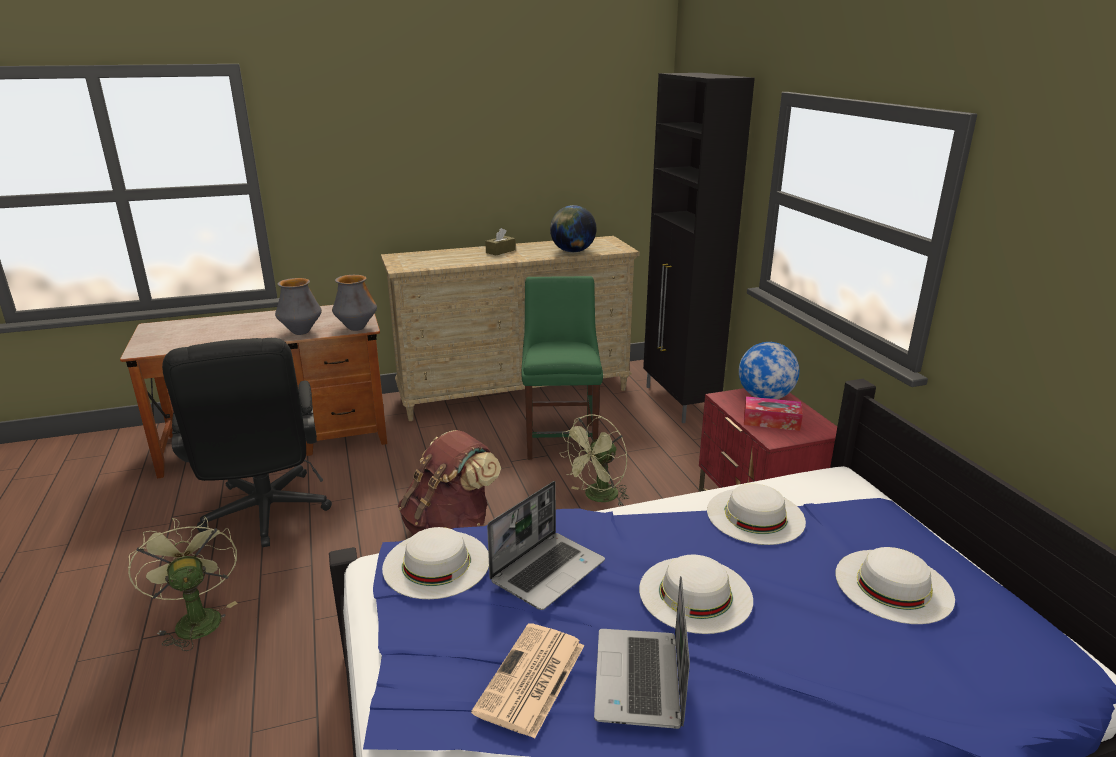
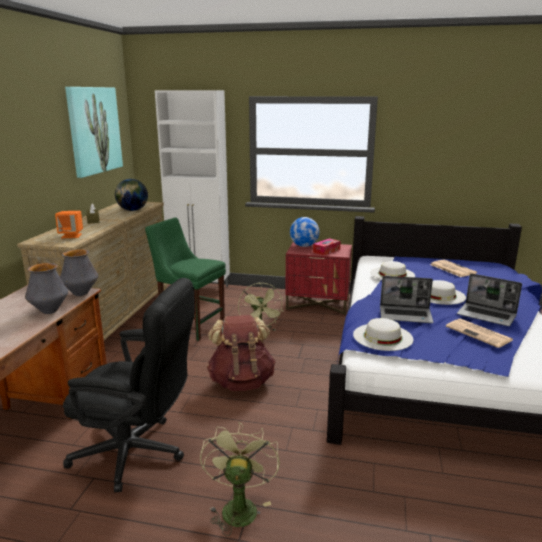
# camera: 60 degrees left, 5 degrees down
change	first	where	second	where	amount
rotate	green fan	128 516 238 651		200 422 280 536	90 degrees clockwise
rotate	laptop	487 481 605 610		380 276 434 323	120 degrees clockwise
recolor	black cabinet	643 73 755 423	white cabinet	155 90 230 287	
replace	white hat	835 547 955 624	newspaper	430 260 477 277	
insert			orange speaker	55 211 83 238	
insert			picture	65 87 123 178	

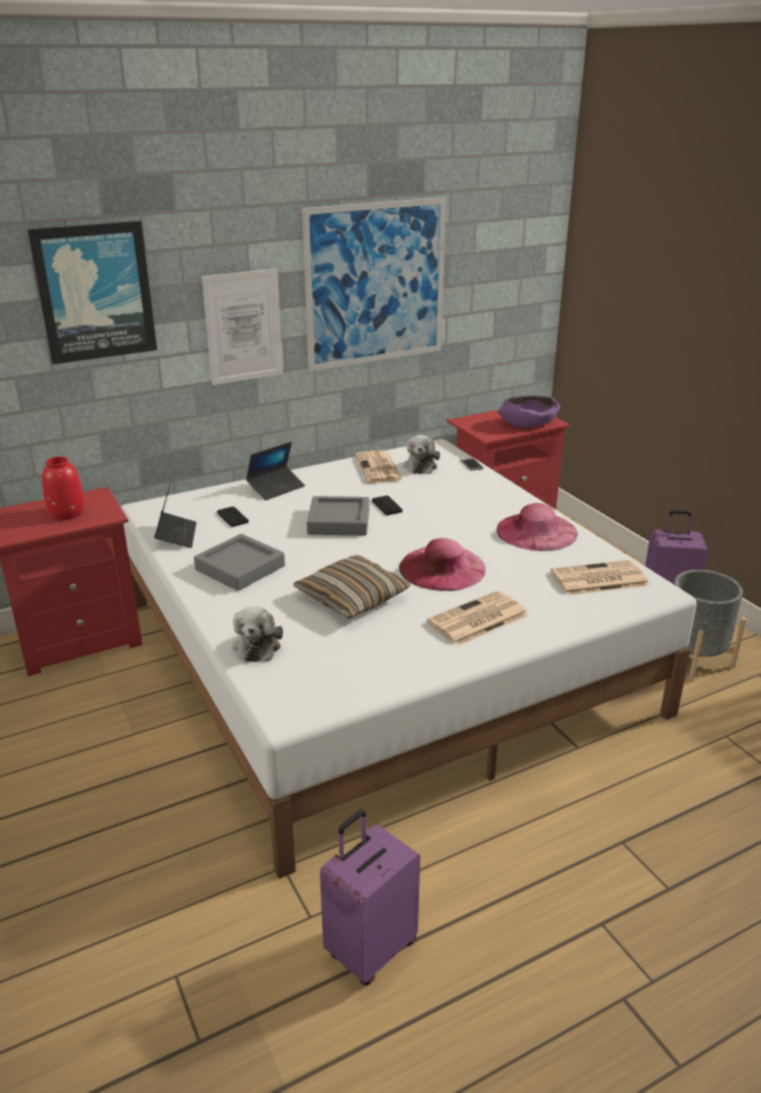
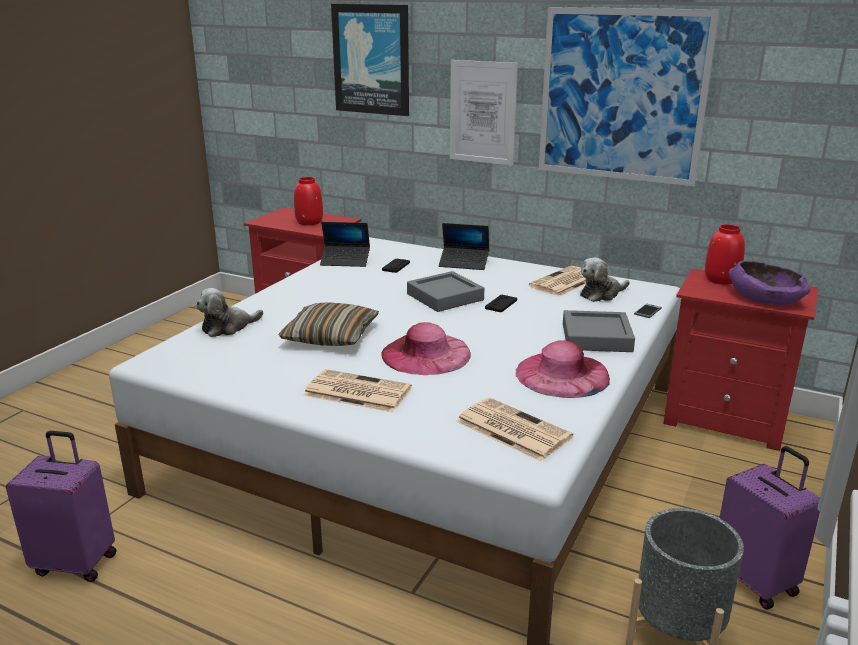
# camera: 55 degrees right, 5 degrees down
change	first	where	second	where	amount
rotate	laptop	154 482 197 548		320 222 370 267	45 degrees clockwise
move	grey tray	194 534 285 591		563 310 635 352	
insert			red vase	705 224 745 285	

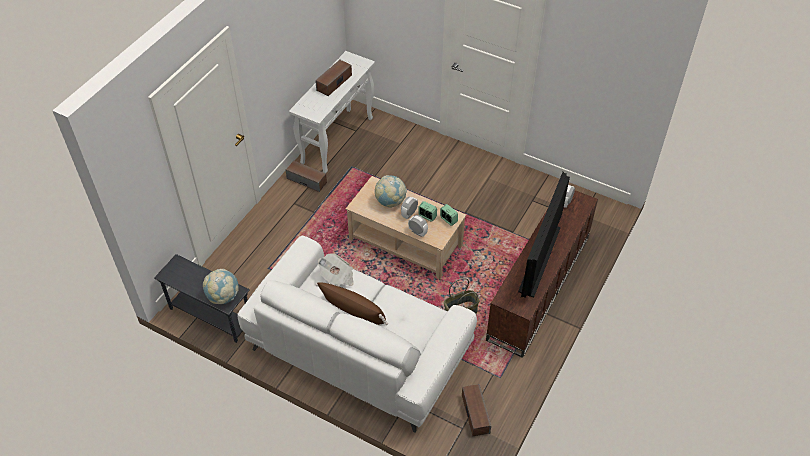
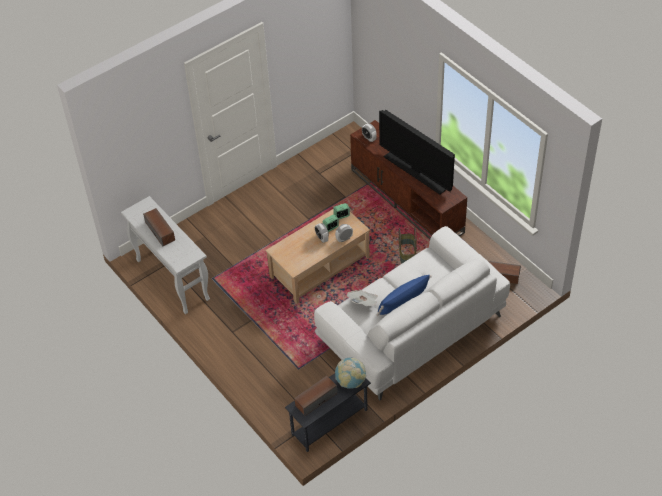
# camera: 65 degrees left, 0 degrees up
change	first	where	second	where	amount
move	speaker	285 161 327 192		295 376 338 417	
recolor	brown pillow	315 282 388 325	blue pillow	376 275 432 316	
delete	globe	375 175 407 208			

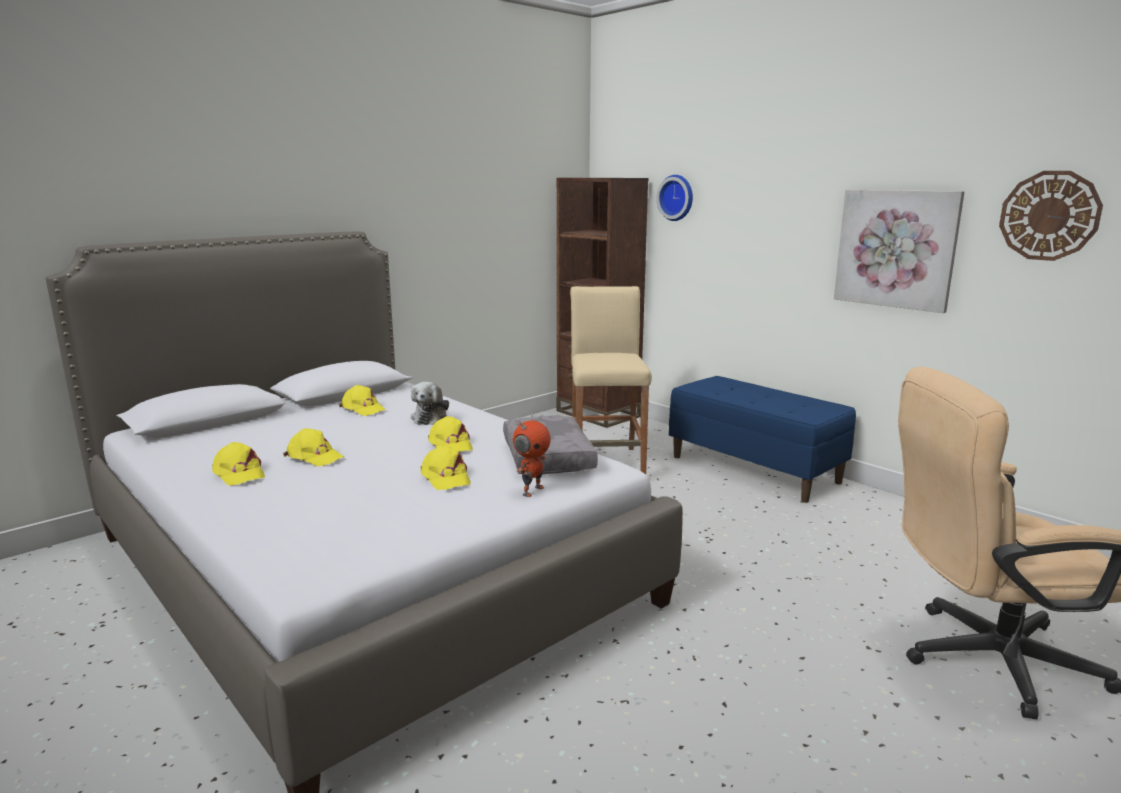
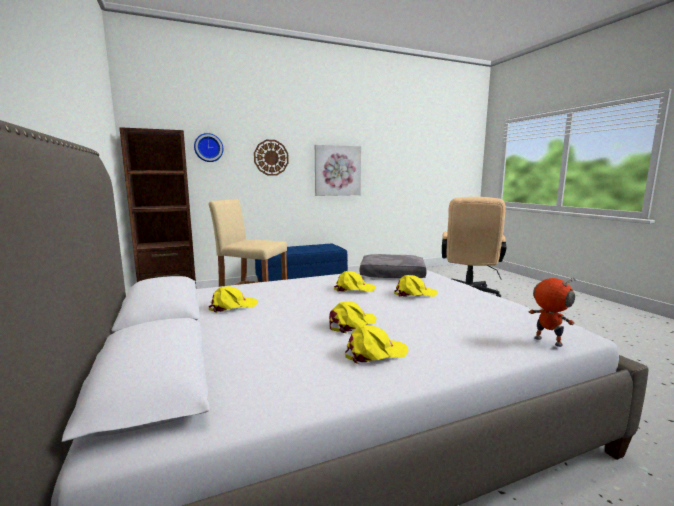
# camera: 70 degrees left, 5 degrees down
change	first	where	second	where	amount
delete	plush toy	411 382 449 425			
move	toy robot	513 420 551 497		529 278 576 347	
move	wall clock	999 171 1103 261		254 140 289 176	

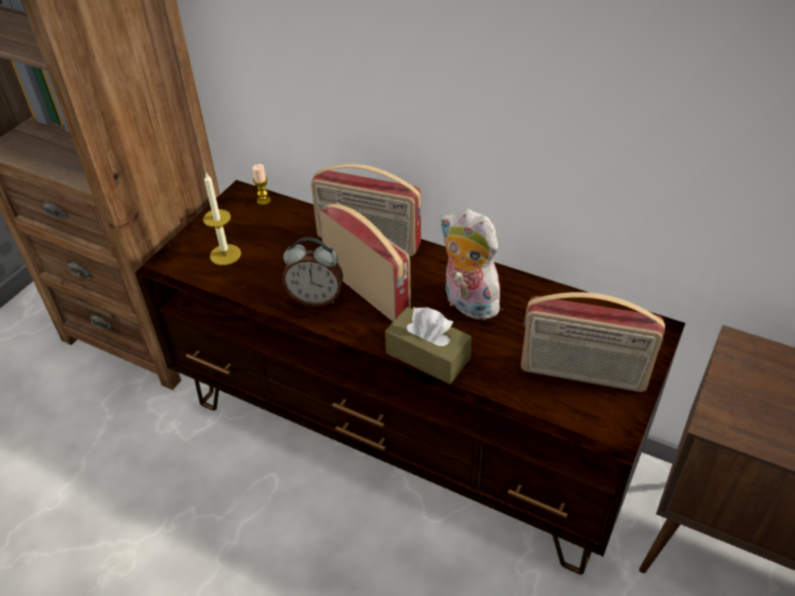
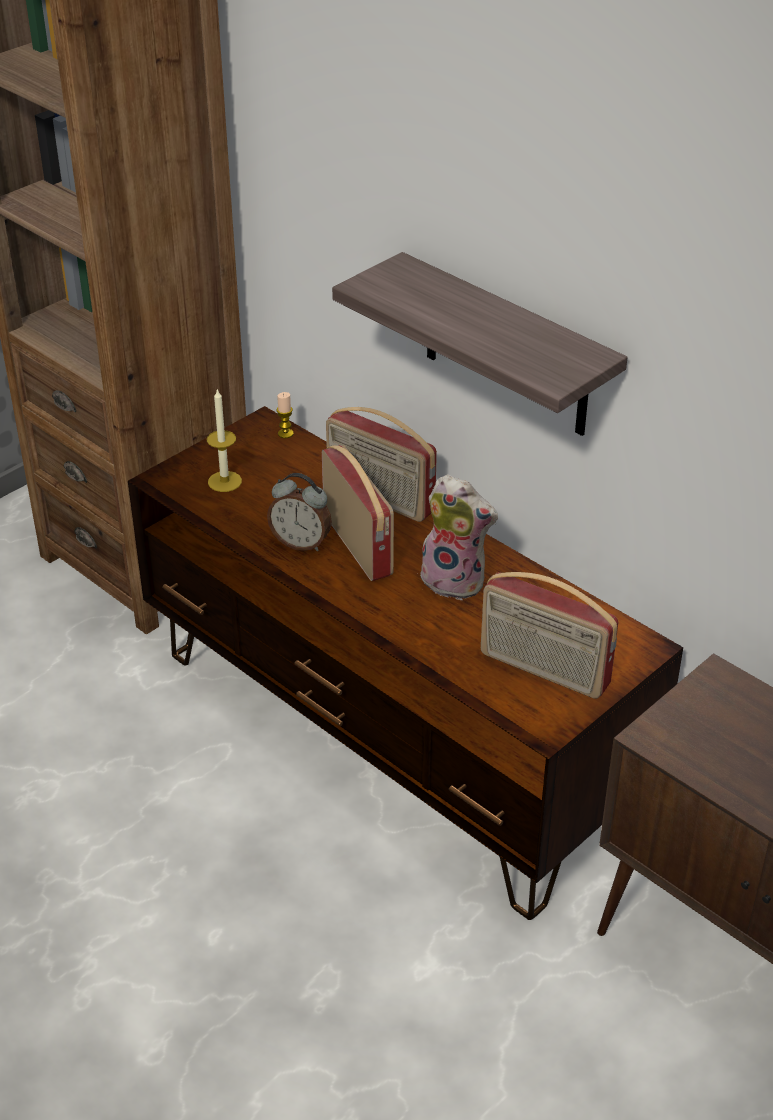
# camera: 15 degrees right, 5 degrees down
change	first	where	second	where	amount
delete	brown tissue box	385 307 472 384			
rotate	plush toy	441 209 507 320		420 474 498 600	150 degrees clockwise
insert			shelf	332 252 628 436	

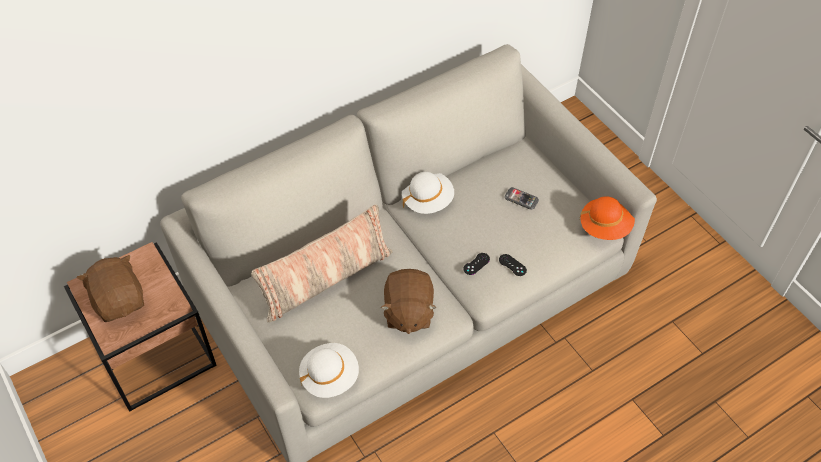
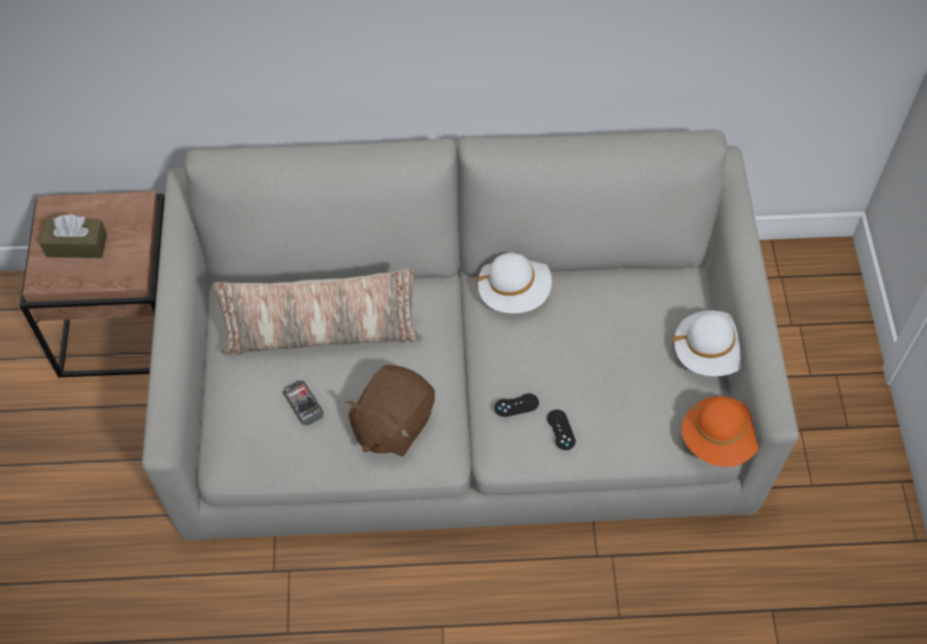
# camera: 30 degrees right, 5 degrees up
change	first	where	second	where	amount
replace	brown plush toy	77 255 144 322	brown tissue box	40 215 107 258	
move	white hat	299 343 359 398		672 311 741 376	
move	phone	505 187 539 210		283 380 324 425	

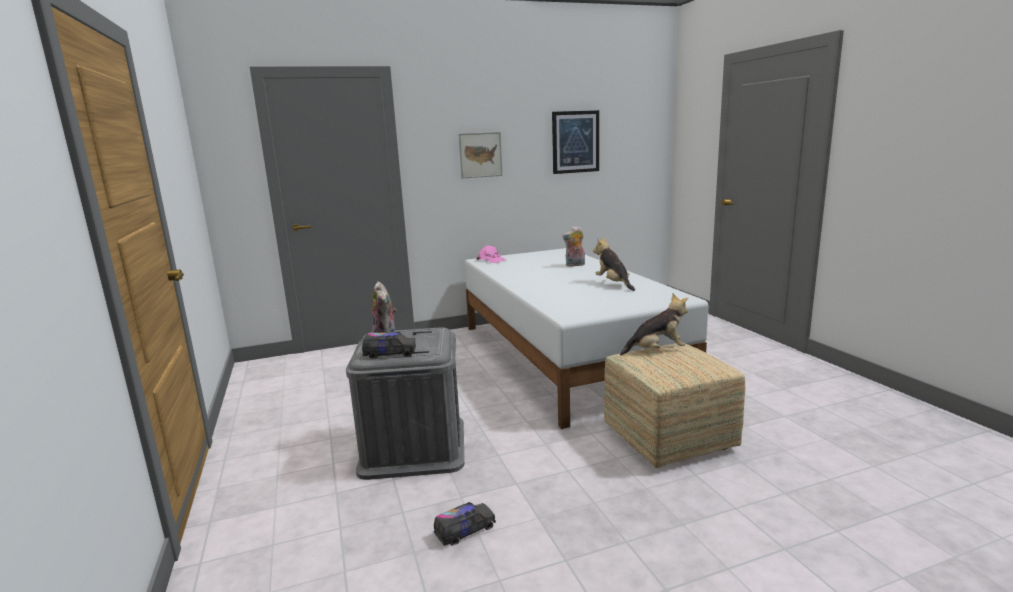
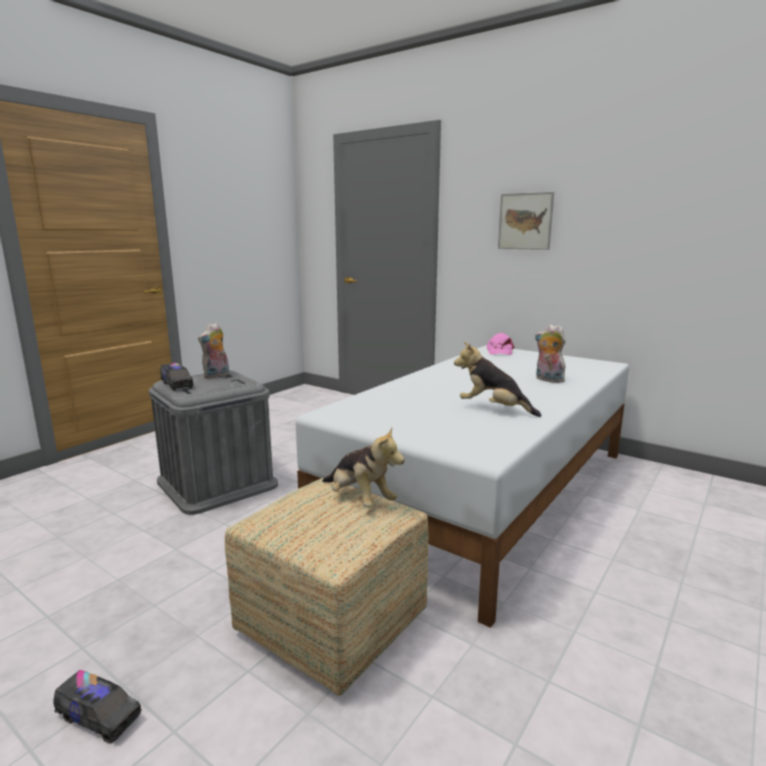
# camera: 55 degrees right, 0 degrees up
change	first	where	second	where	amount
move	toy truck	434 502 496 546		53 670 142 744	
delete	picture	552 110 599 174			
rotate	plush toy	593 237 635 291		454 342 541 417	90 degrees counterclockwise

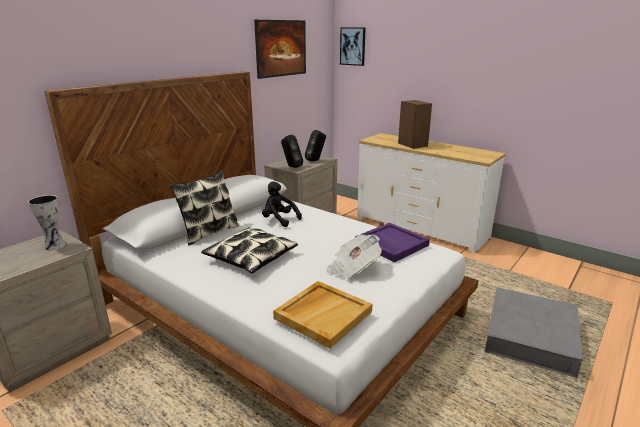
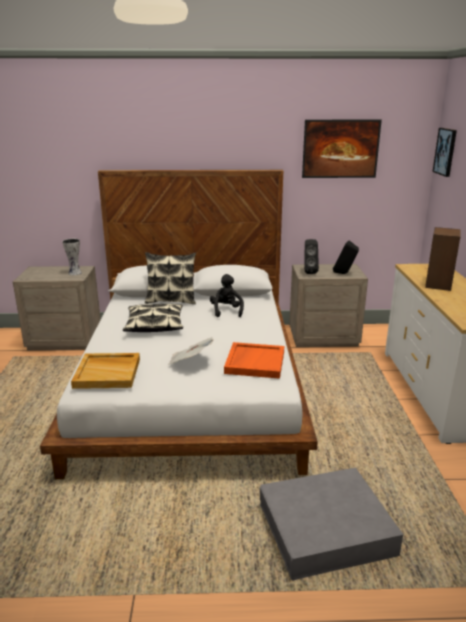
# camera: 50 degrees right, 0 degrees up
change	first	where	second	where	amount
recolor	purple tray	355 223 430 262	orange tray	224 342 284 379	

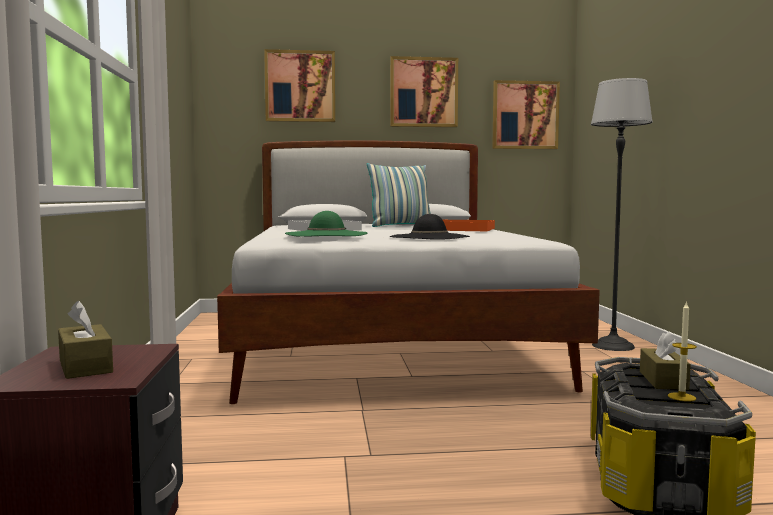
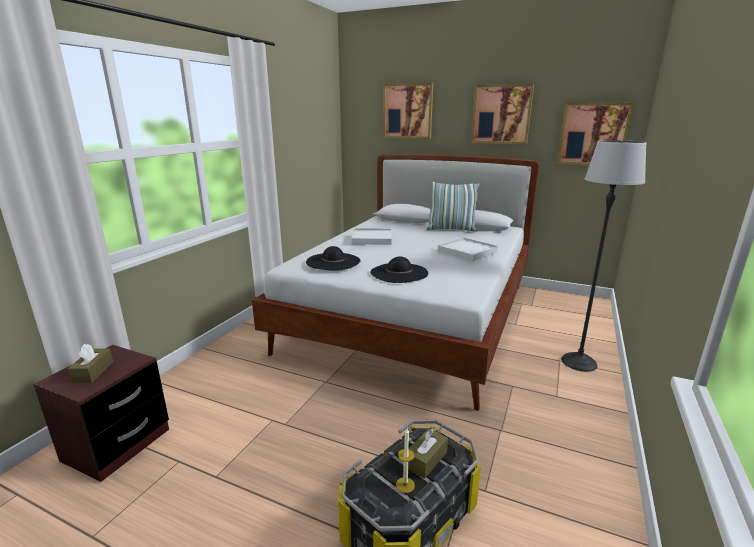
# camera: 30 degrees right, 15 degrees up
change	first	where	second	where	amount
recolor	green hat	285 211 367 237	black hat	306 246 360 271	
recolor	orange tray	443 220 495 231	white tray	438 237 498 261	

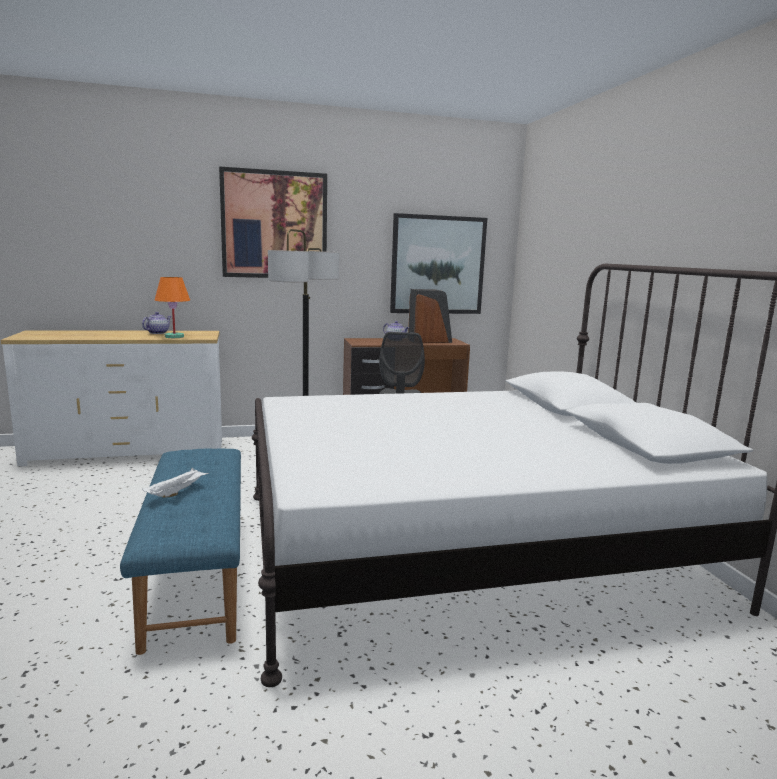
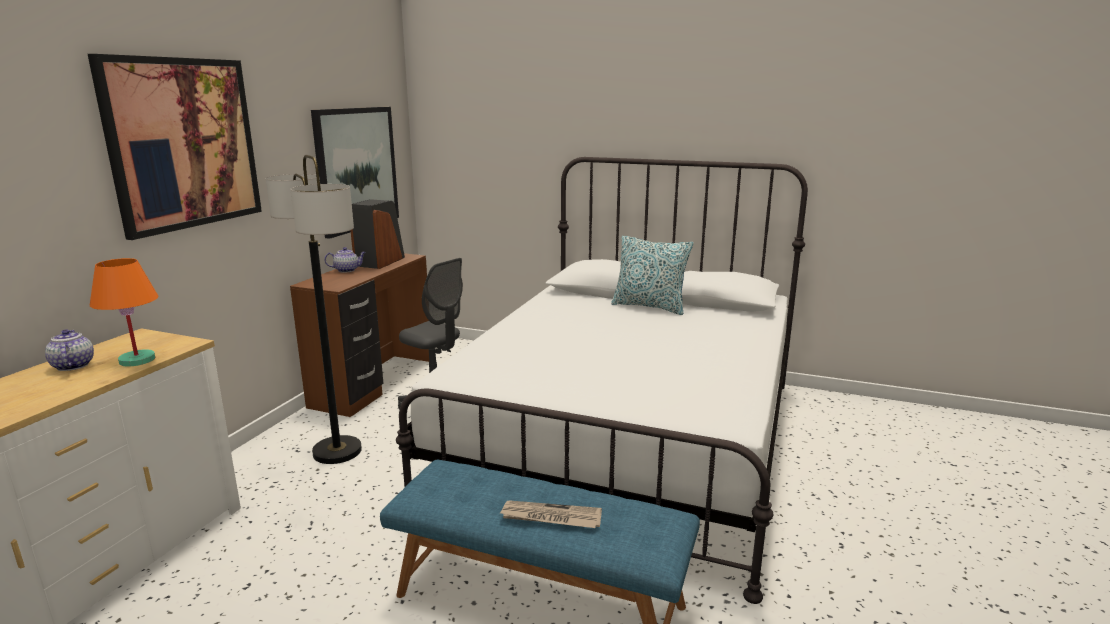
# camera: 55 degrees left, 5 degrees up
change	first	where	second	where	amount
replace	white tray	142 468 209 498	newspaper	500 500 602 528	
insert			pillow	611 236 694 315	

